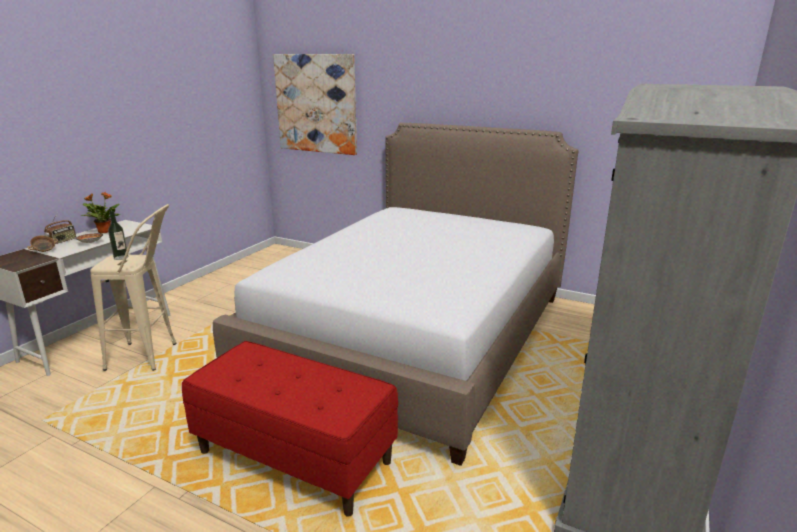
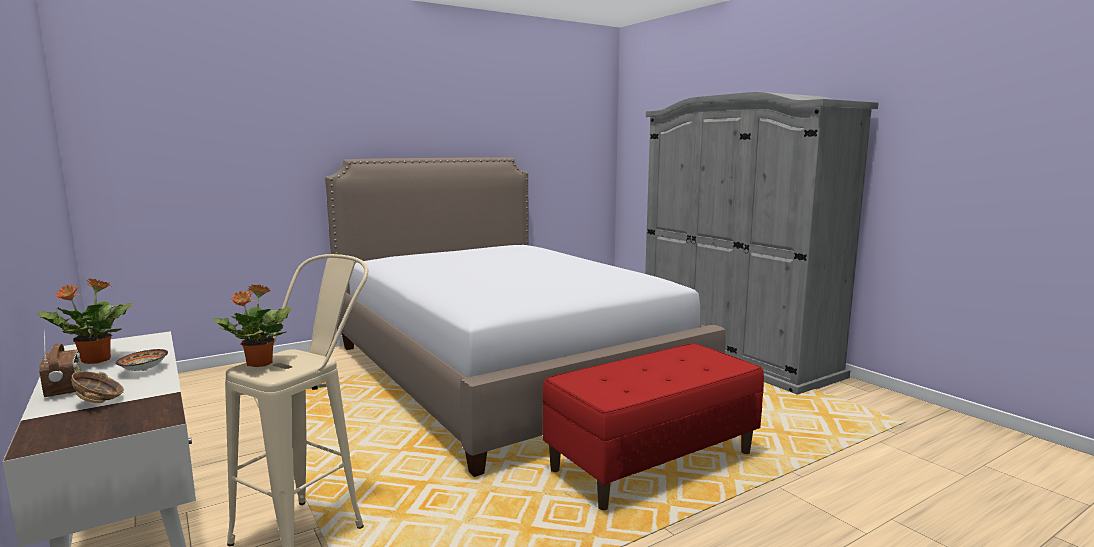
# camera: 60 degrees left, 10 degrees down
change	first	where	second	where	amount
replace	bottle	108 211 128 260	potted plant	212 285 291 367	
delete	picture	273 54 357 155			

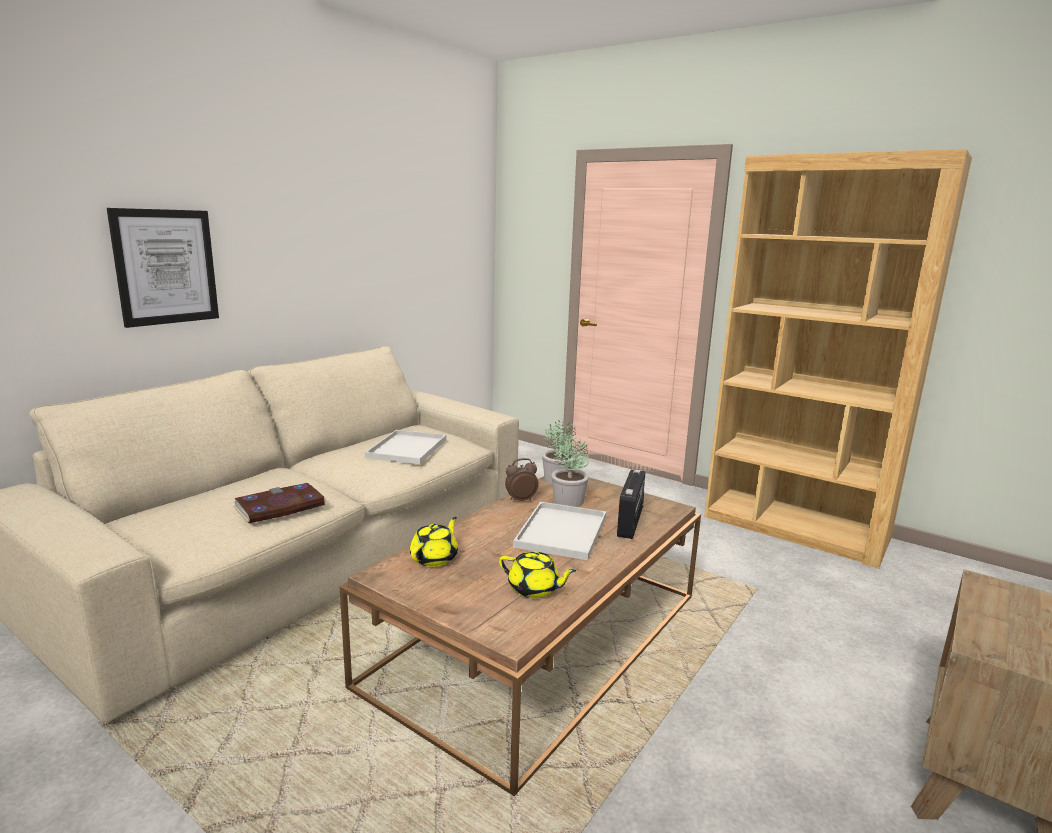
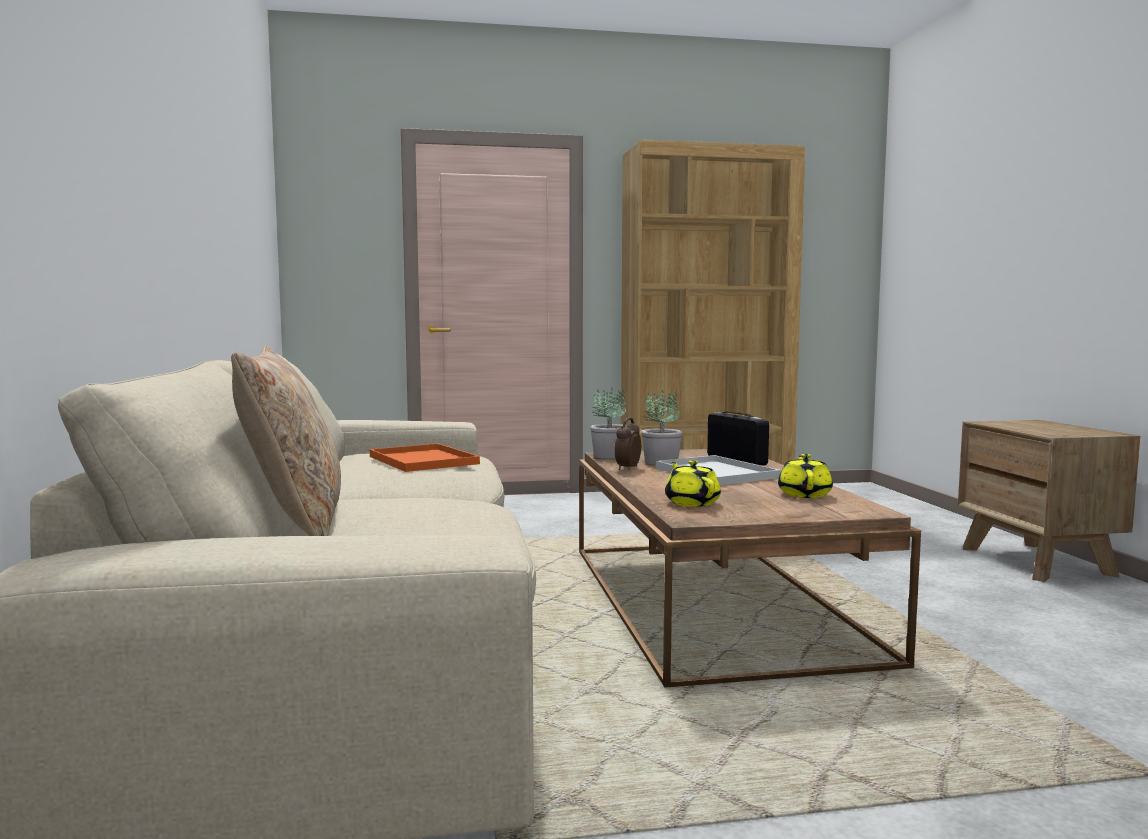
# camera: 45 degrees left, 10 degrees down
change	first	where	second	where	amount
delete	picture	107 208 219 328			
delete	book	233 483 326 523			
recolor	white tray	365 430 446 464	orange tray	370 443 480 472	
rotate	yellow teapot	499 551 576 598		778 454 833 498	60 degrees counterclockwise
insert			beige pillow	231 346 341 536	

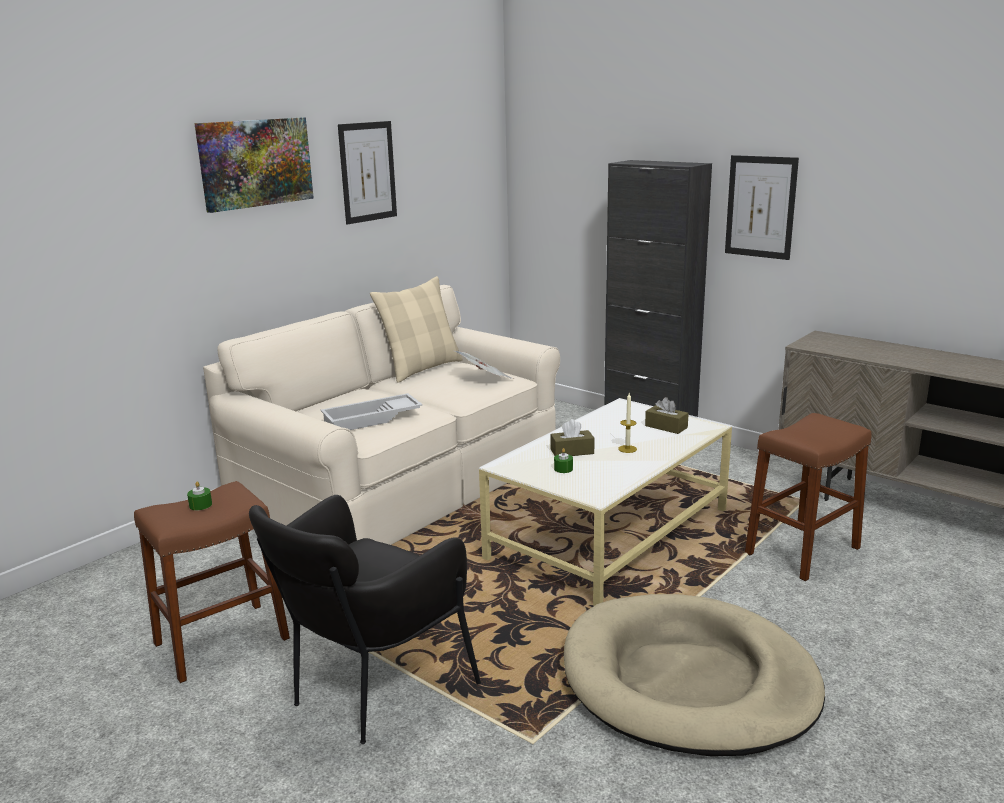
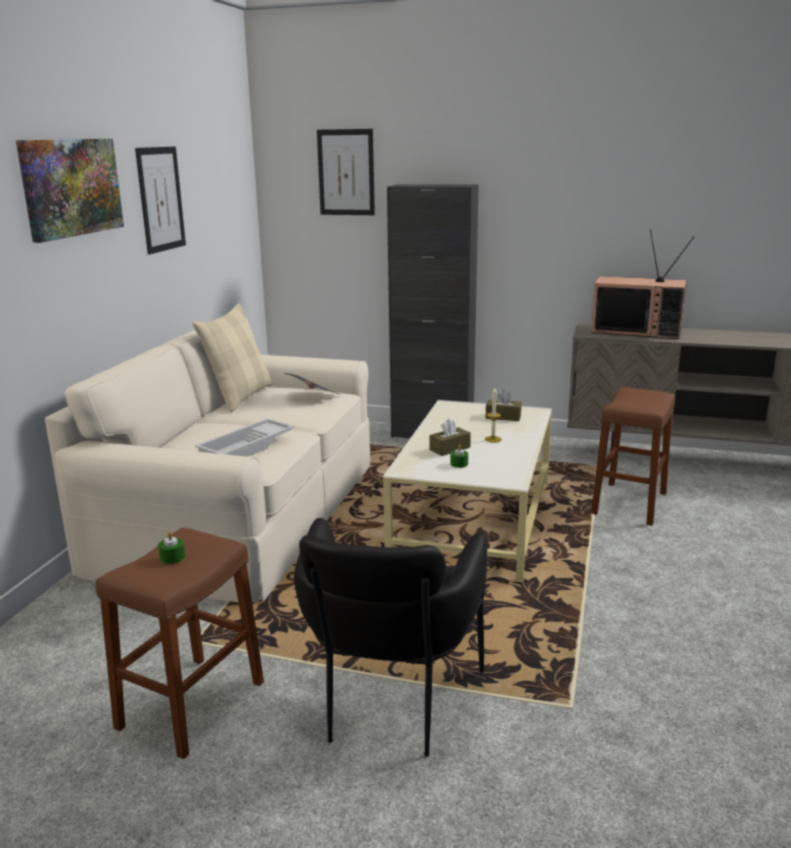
# camera: 25 degrees left, 0 degrees up
change	first	where	second	where	amount
delete	beige dog bed	564 594 825 757			
move	picture	725 155 799 260		317 129 375 215	
insert			television	591 230 694 339	

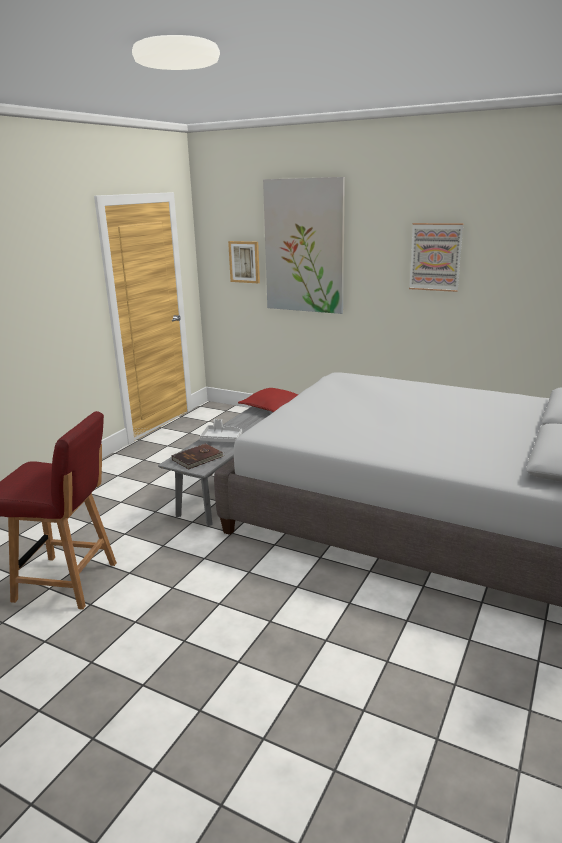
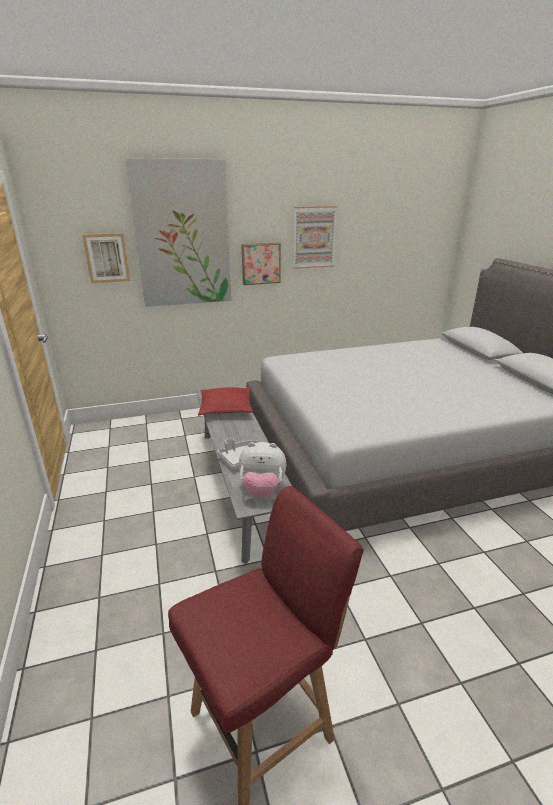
# camera: 45 degrees left, 5 degrees up
change	first	where	second	where	amount
replace	brown book	172 443 224 469	plush toy	239 442 286 497	
insert			picture	241 243 281 285	

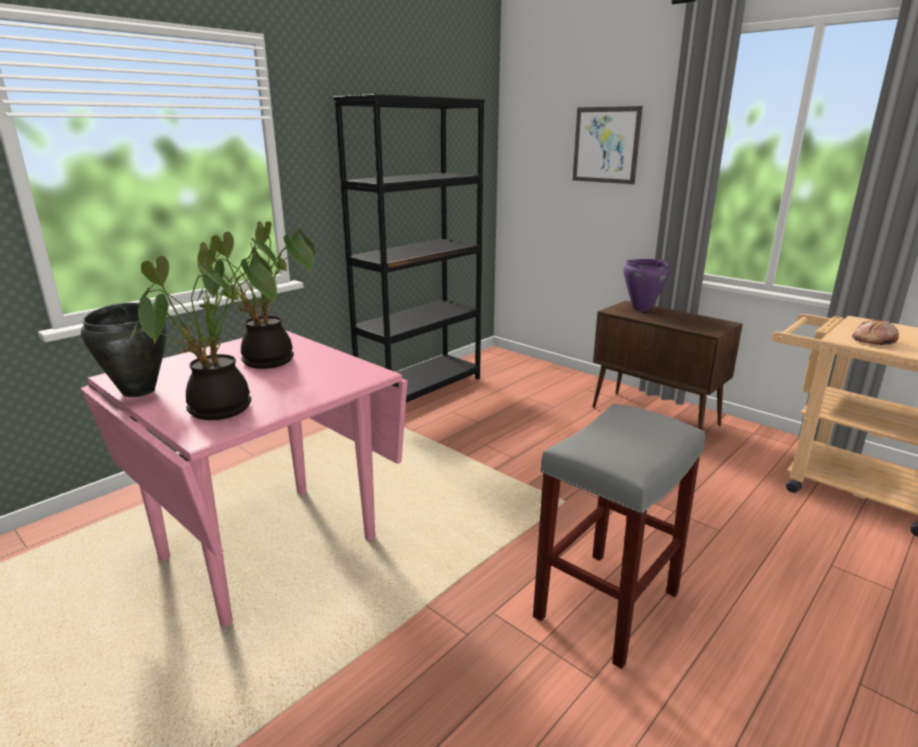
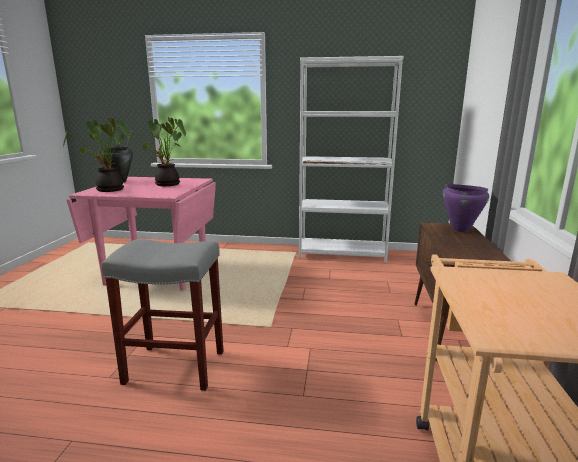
# camera: 55 degrees right, 5 degrees down
change	first	where	second	where	amount
recolor	black bookcase	333 94 485 402	white bookcase	299 56 404 263	
delete	picture	573 106 643 184			
delete	bread	852 320 899 345			

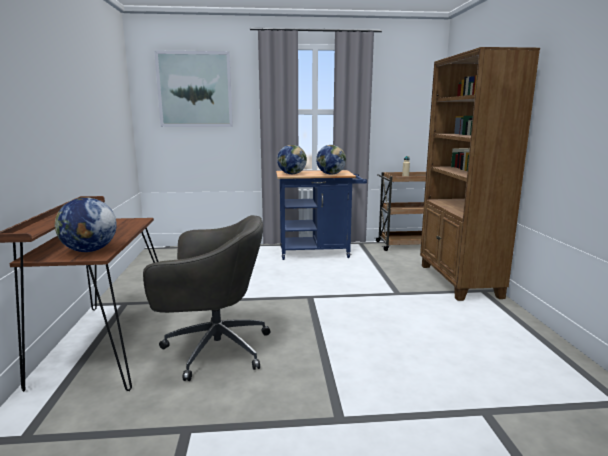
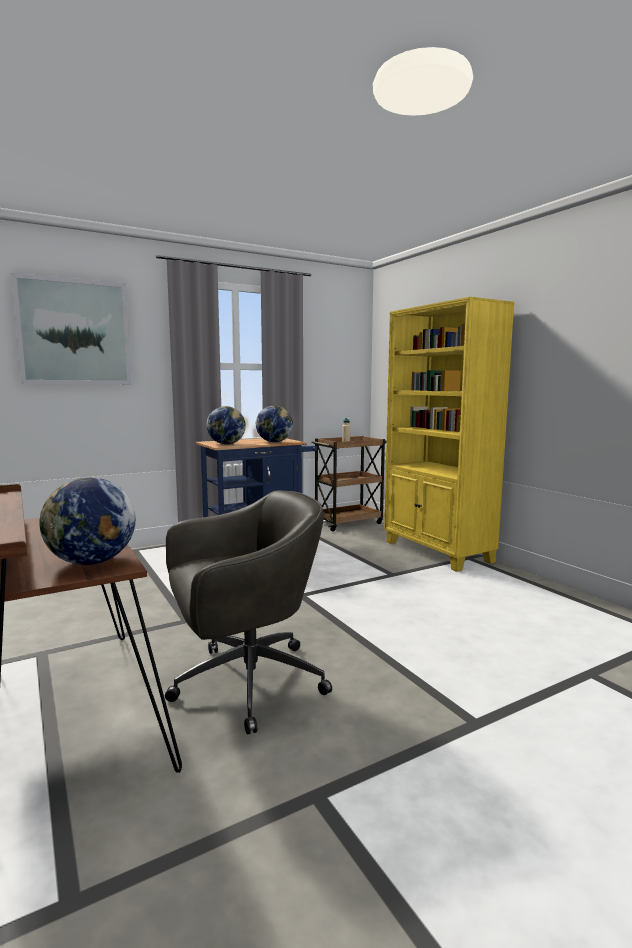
# camera: 25 degrees left, 5 degrees down
change	first	where	second	where	amount
recolor	brown bookcase	420 47 540 301	yellow bookcase	384 297 515 572	

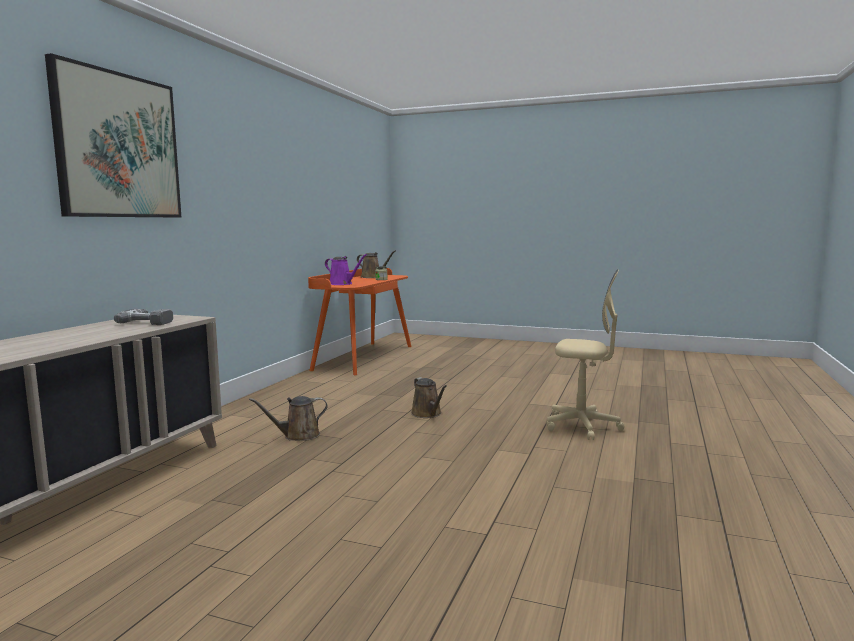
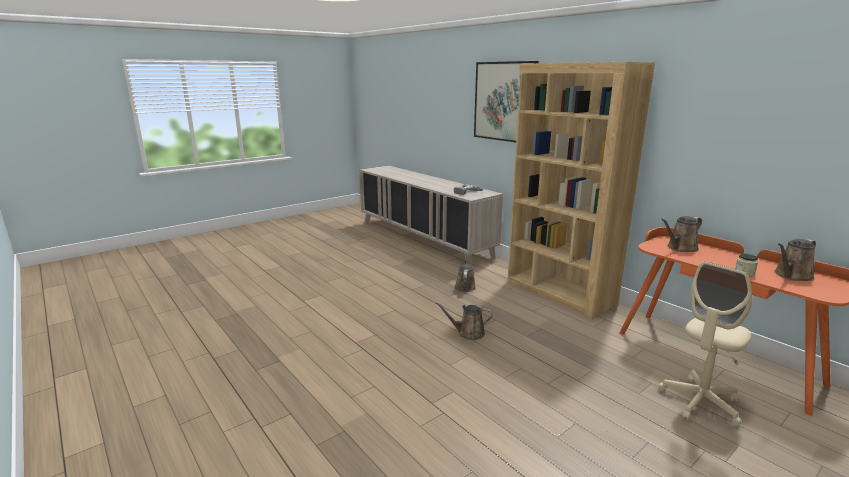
# camera: 120 degrees right, 10 degrees up
change	first	where	second	where	amount
recolor	purple watering can	325 254 367 285	brown watering can	661 216 702 252	
move	beige office chair	547 269 624 440		658 261 752 427	
insert			brown bookcase	507 62 655 319	

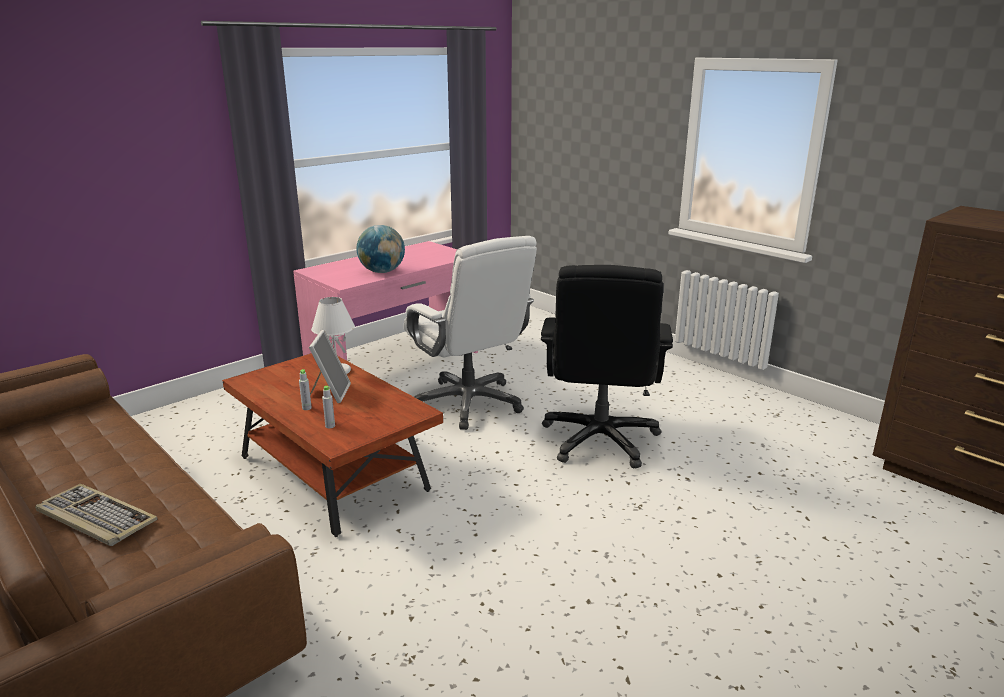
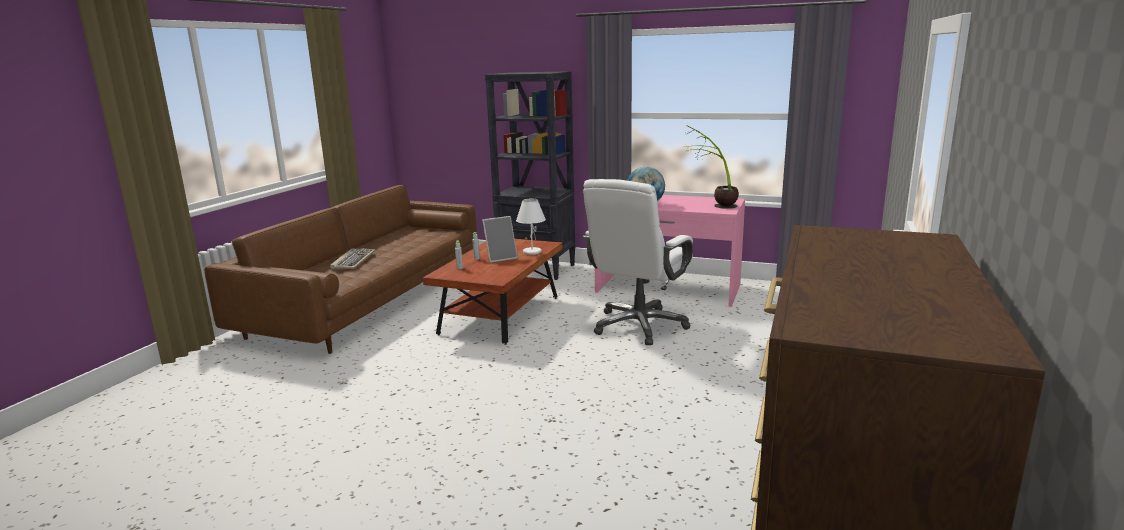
# camera: 65 degrees right, 5 degrees down
change	first	where	second	where	amount
delete	black office chair	541 265 673 469			
insert			black bookcase	485 71 575 280	
insert			potted plant	685 125 739 209	

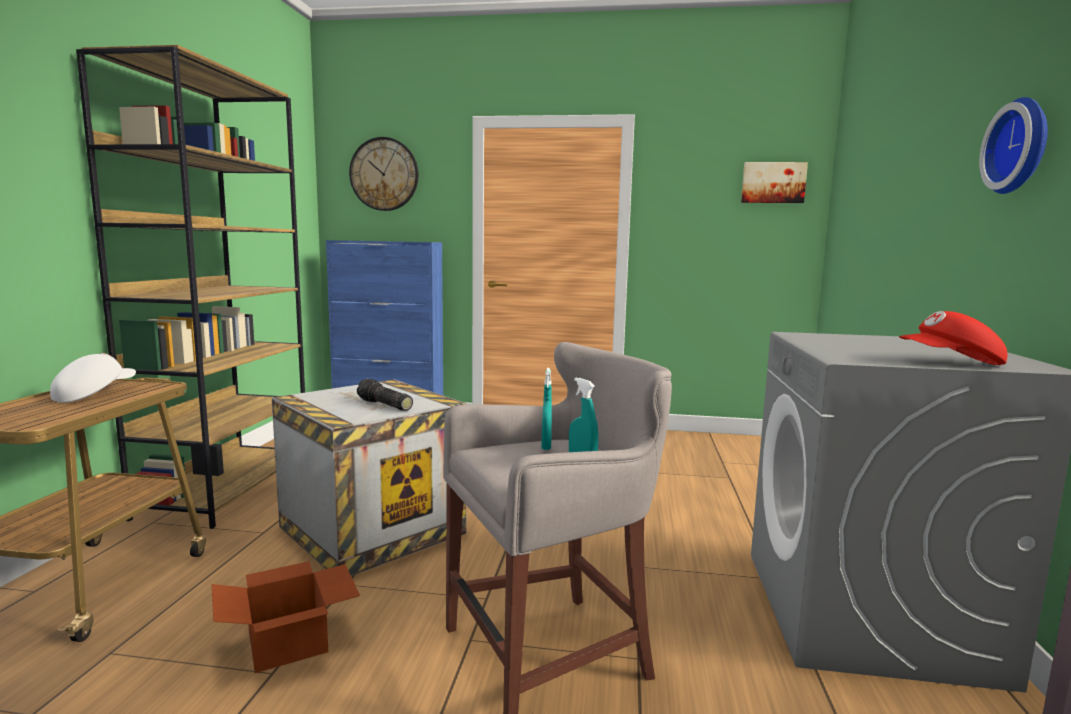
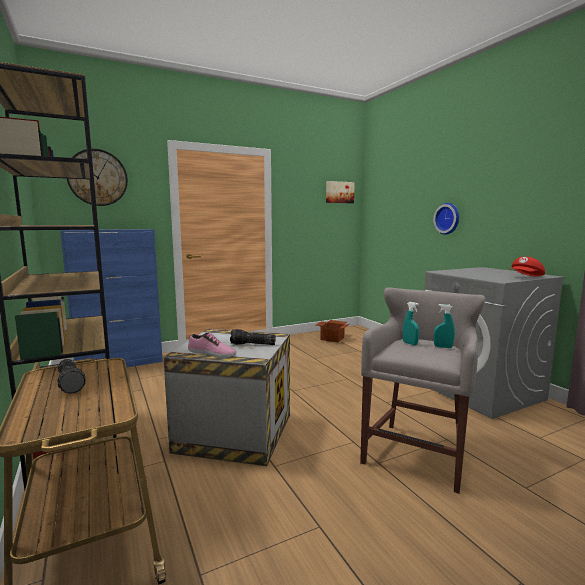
# camera: 35 degrees left, 0 degrees up
change	first	where	second	where	amount
replace	white cap	50 353 136 403	flashlight	57 359 86 394	
move	cardboard box	212 561 360 673		316 320 350 342	
move	wall clock	979 97 1048 194		433 203 459 235	
insert			shoe	188 332 236 358	

